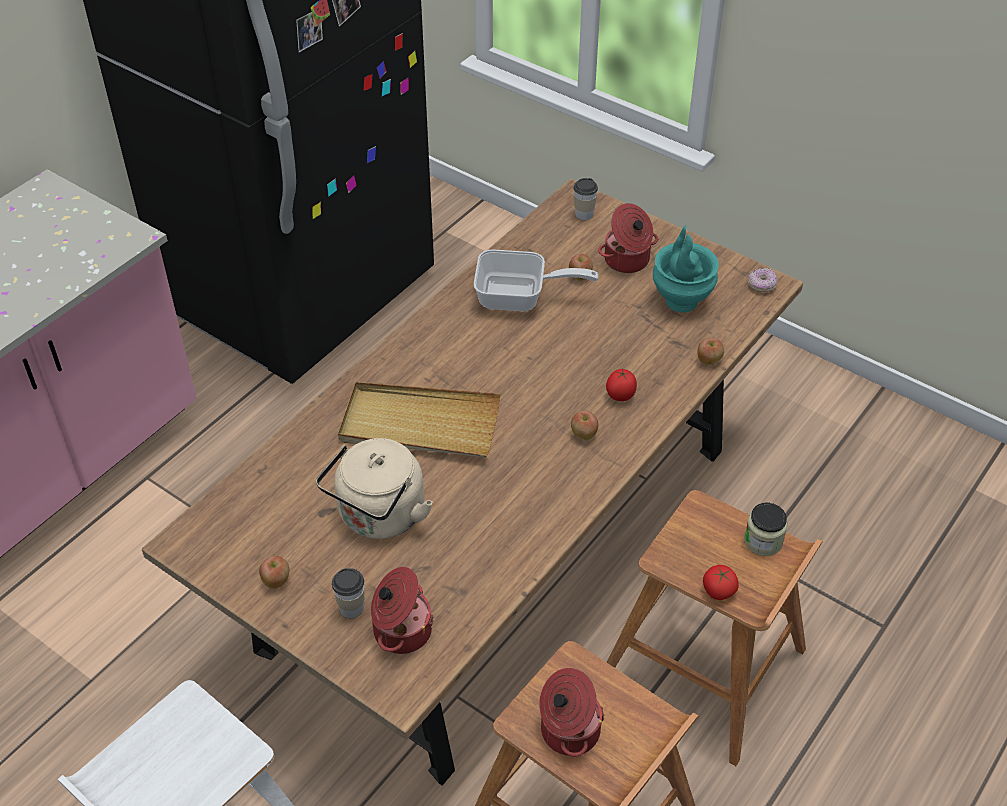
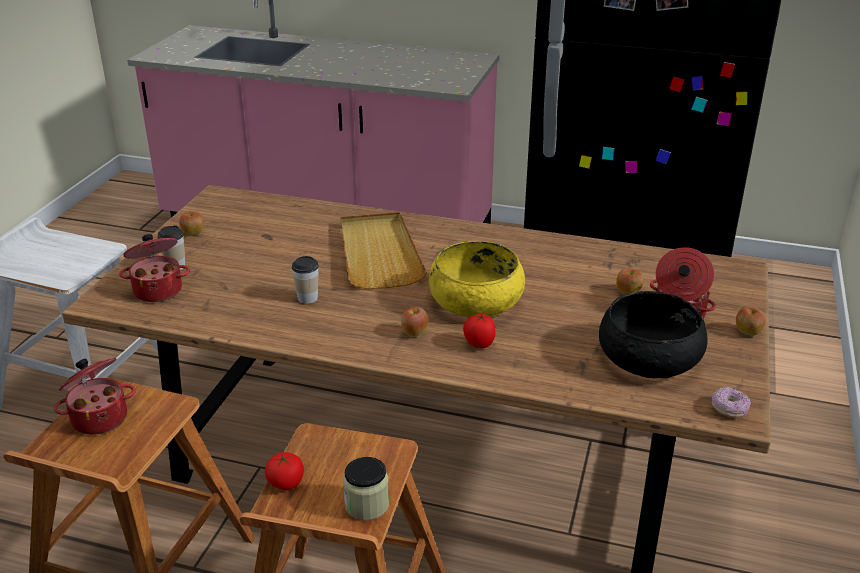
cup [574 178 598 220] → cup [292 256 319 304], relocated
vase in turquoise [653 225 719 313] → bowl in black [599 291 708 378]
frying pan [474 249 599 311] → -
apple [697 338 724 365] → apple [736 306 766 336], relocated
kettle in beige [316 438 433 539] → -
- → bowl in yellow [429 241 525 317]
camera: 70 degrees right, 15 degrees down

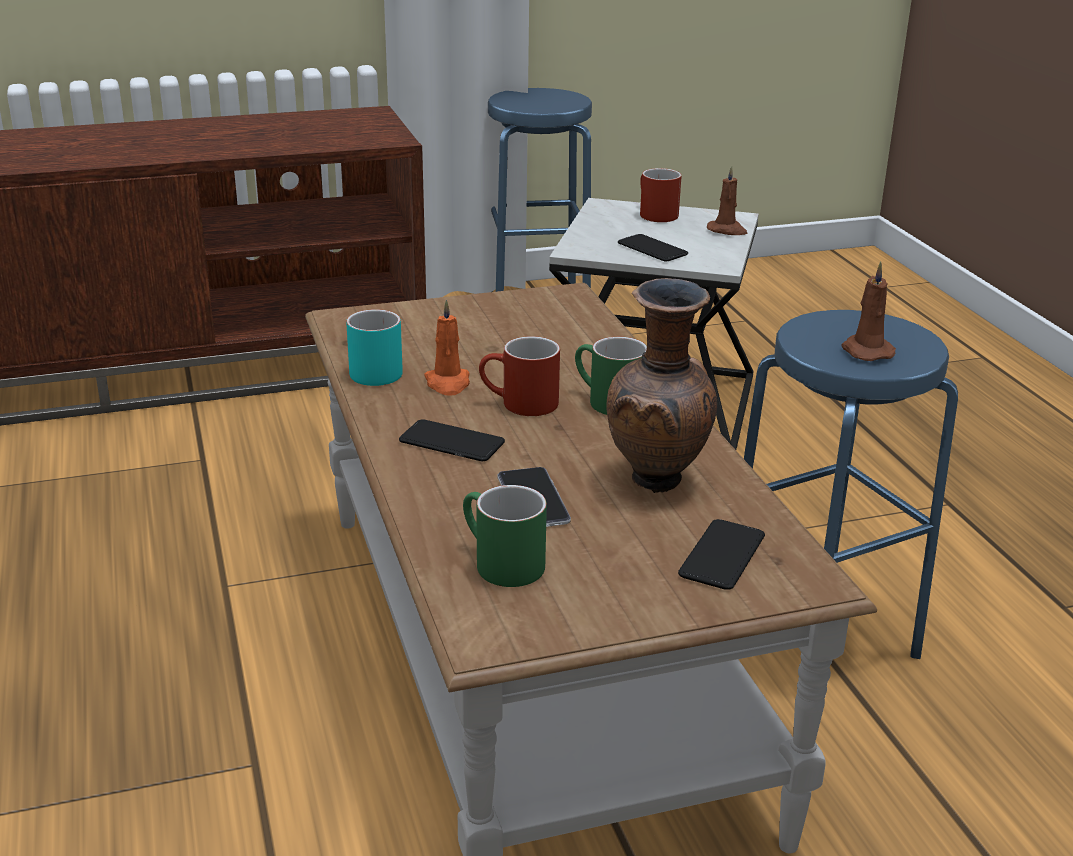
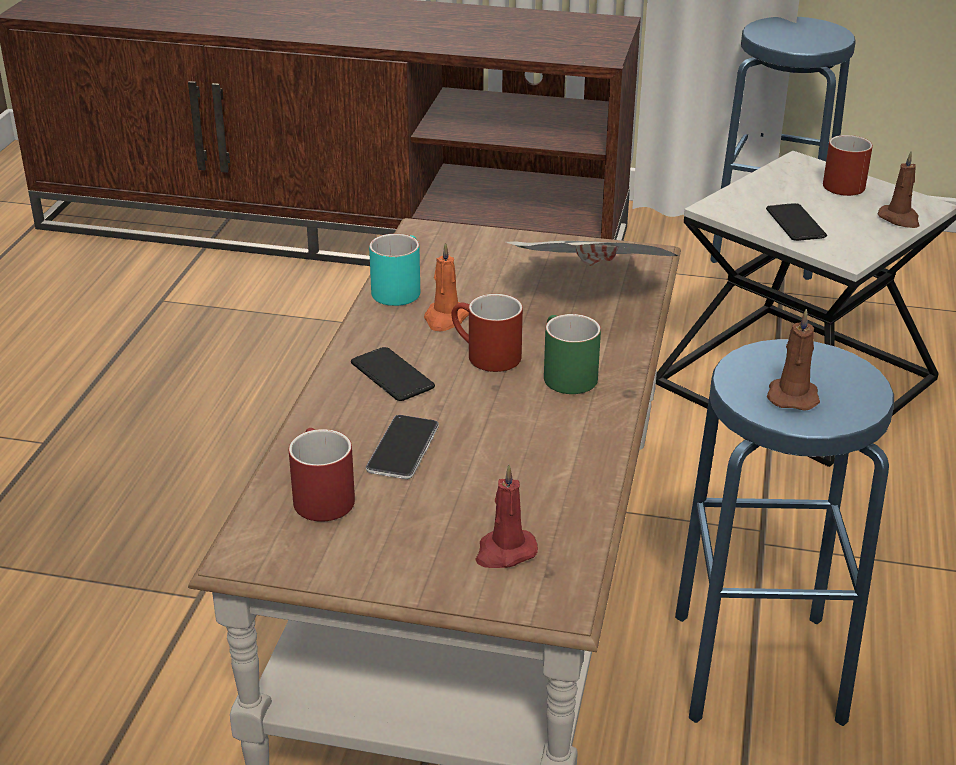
vase in brown [606 278 717 493] → -
mug in green [463 485 547 587] → mug in red [289 428 355 522]
phone [678 519 765 590] → candle in red [475 465 538 568]
- → newspaper [506 241 679 266]
camera: 30 degrees right, 5 degrees up

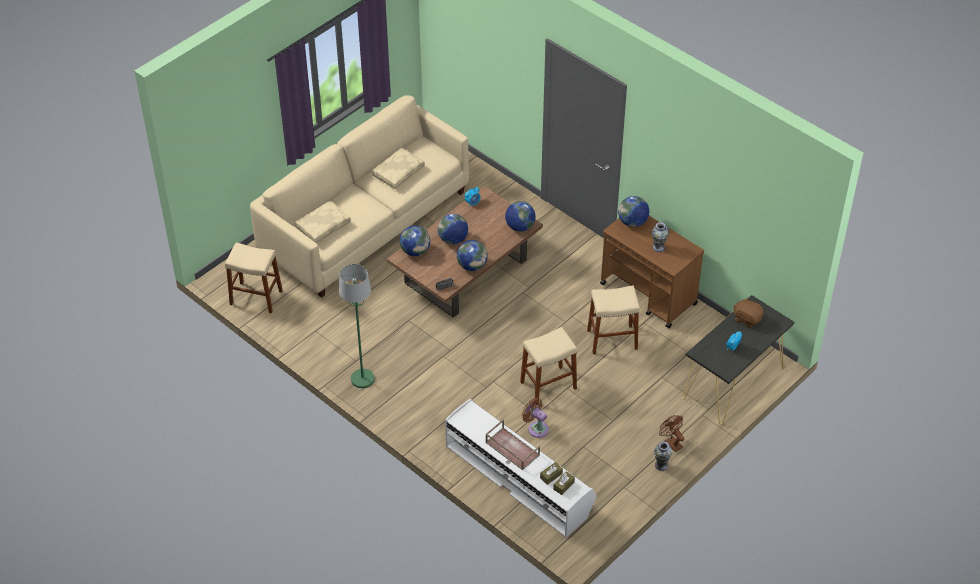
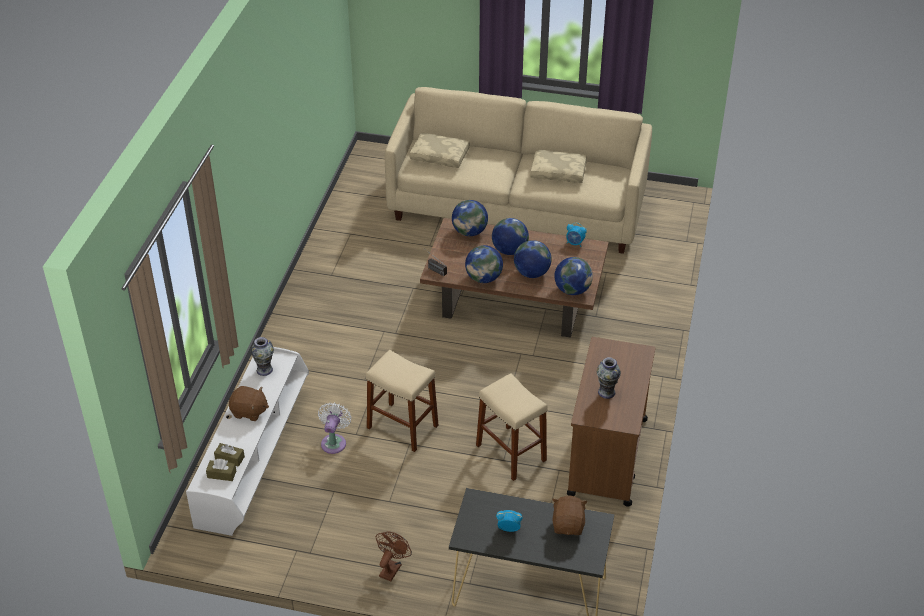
globe [618 196 649 227] → globe [514 240 552 278], relocated
stool in beige [225 242 283 314] → -
floor lamp in green [339 264 374 388] → -
fan in brown [522 398 549 438] → fan in white [318 402 351 454]
tray in brown [485 420 540 470] → plush toy in brown [229 386 269 421]
vase [654 441 672 471] → vase [251 337 274 376], relocated
camera: 60 degrees right, 5 degrees down

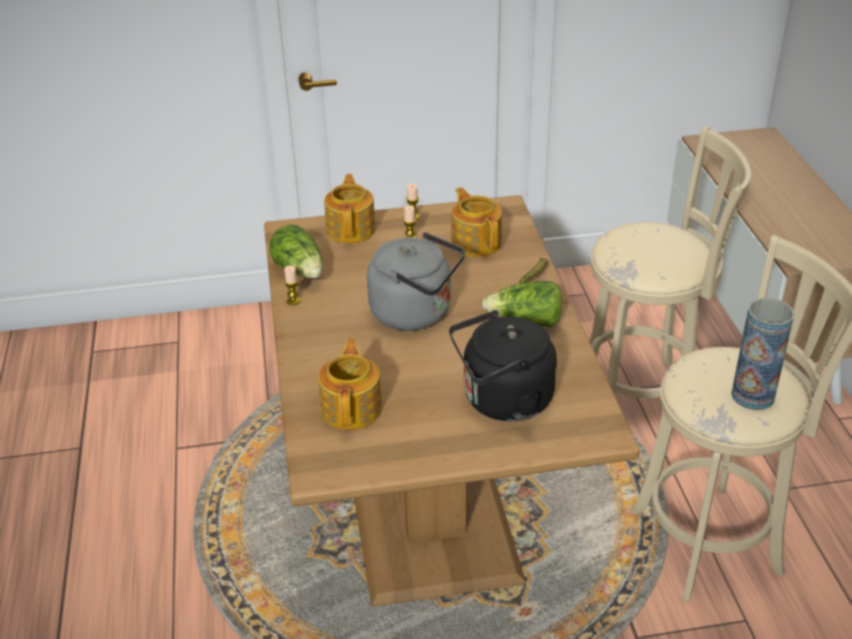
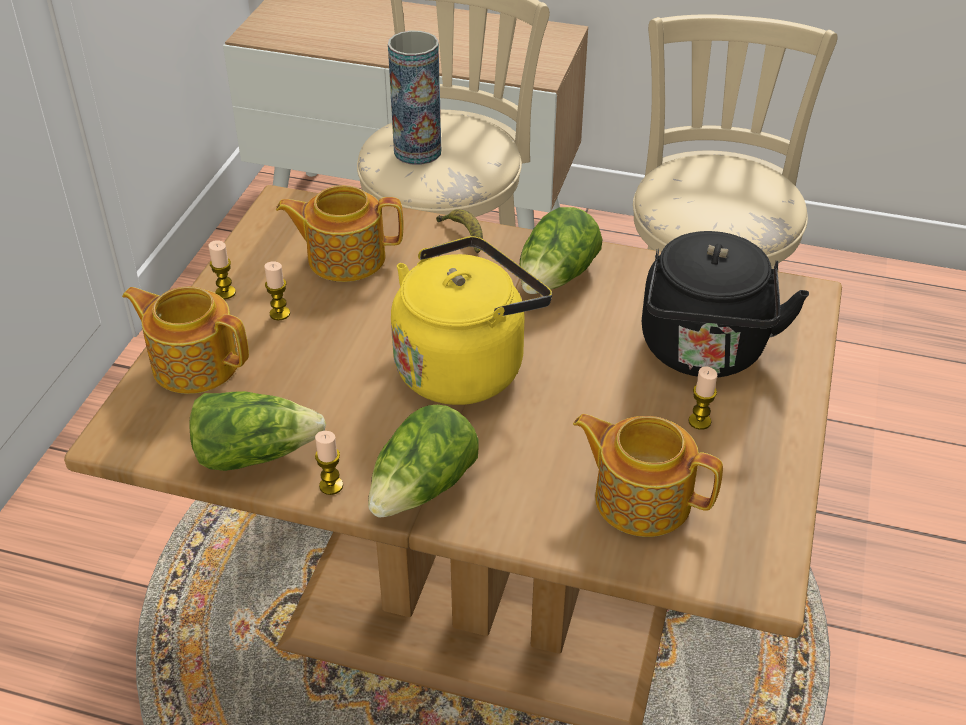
kettle in grey [367 232 465 331] → kettle in yellow [391 236 552 405]
vase [731 298 795 410] → vase [388 31 441 165], relocated
- → candle [688 366 717 430]
- → lettuce [368 405 478 517]
camera: 65 degrees left, 5 degrees up

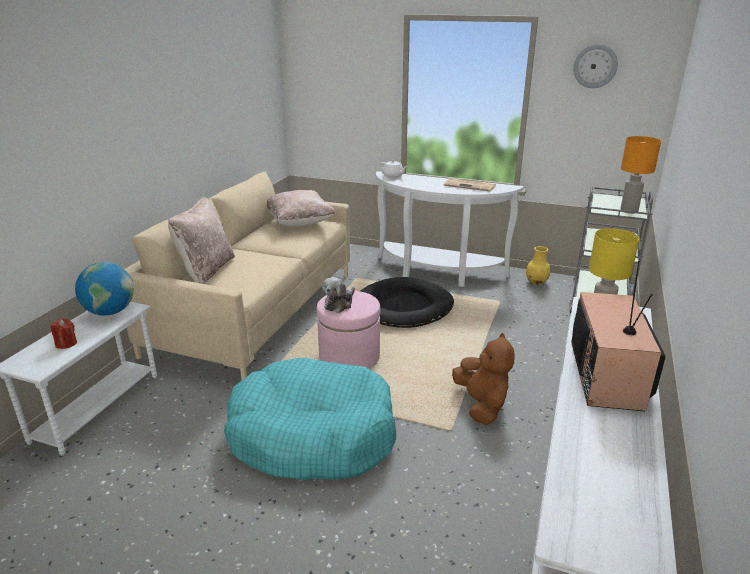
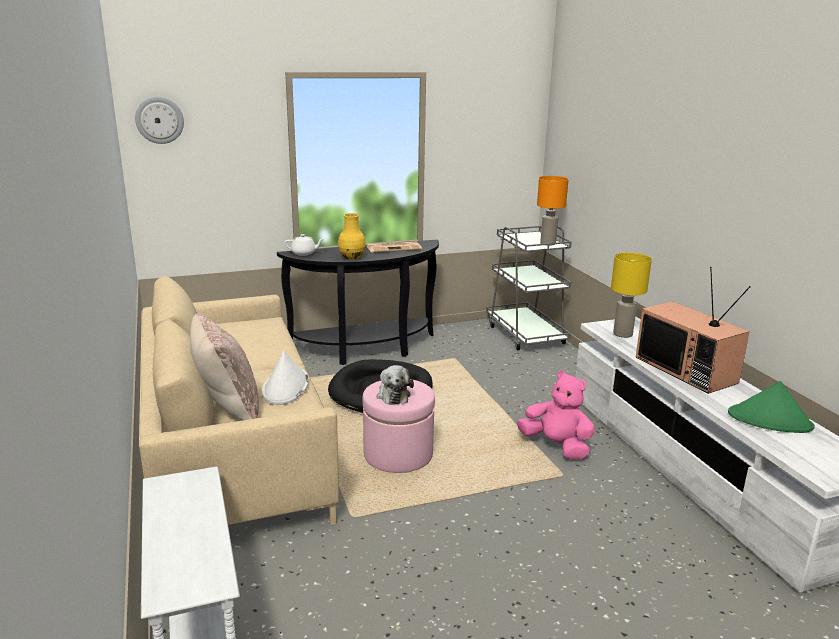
wall clock [573 44 618 88] → wall clock [135 97 184 144], relocated
console table in white [376 171 524 287] → console table in black [277 240 439 365]
pillow in beige [267 190 336 227] → -
vase in yellow [526 246 550 285] → vase in yellow [338 213 366 259], relocated
globe [75 262 134 316] → -
candle in red [51 318 77 349] → -
plush toy in brown [452 333 515 425] → plush toy in pink [517 370 595 460]
dog bed in turquoise [224 358 396 480] → -
- → hat in white [262 350 308 405]
- → hat in green [728 381 815 433]
camera: 40 degrees left, 5 degrees down

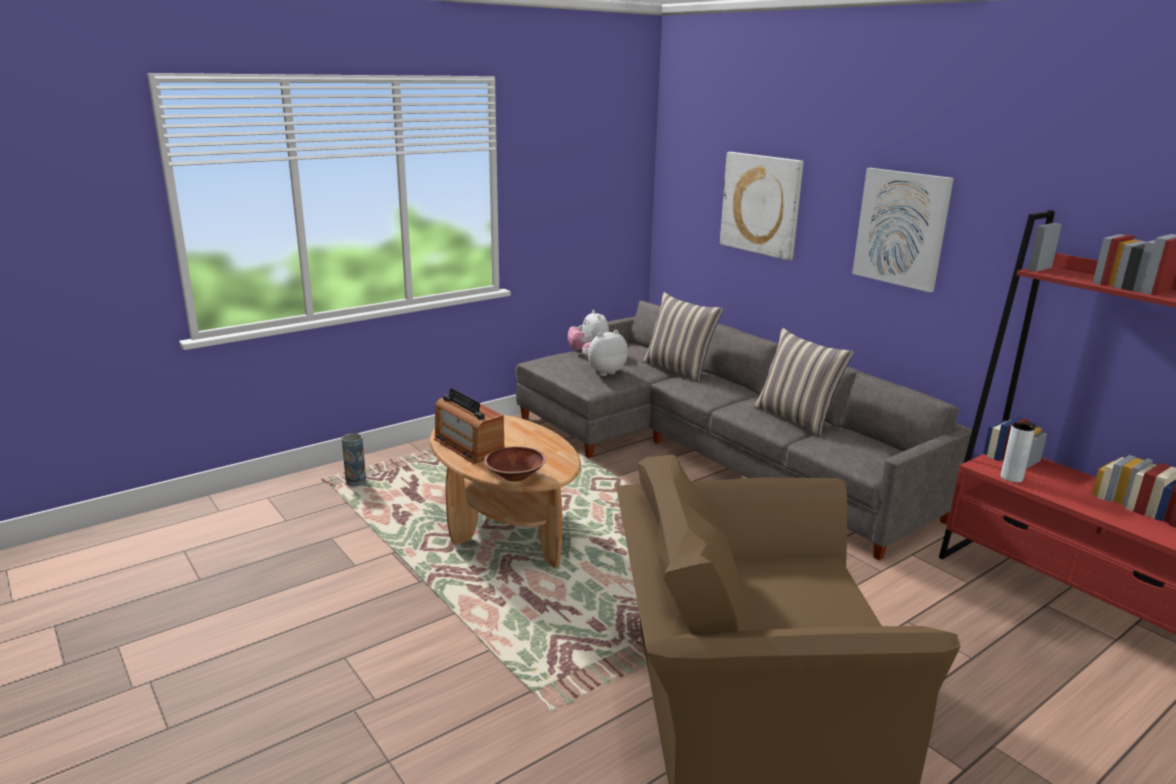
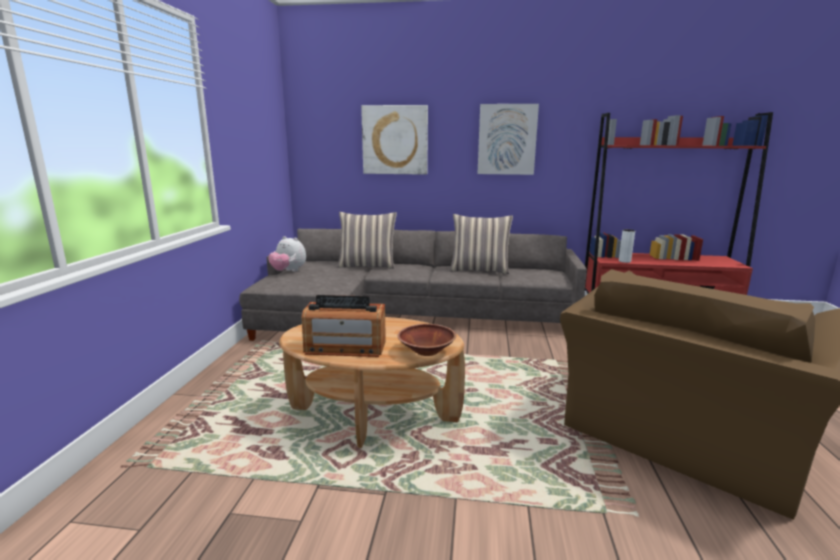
plush toy [582 330 628 376] → -
vase [342 433 366 486] → -
camera: 45 degrees left, 5 degrees down

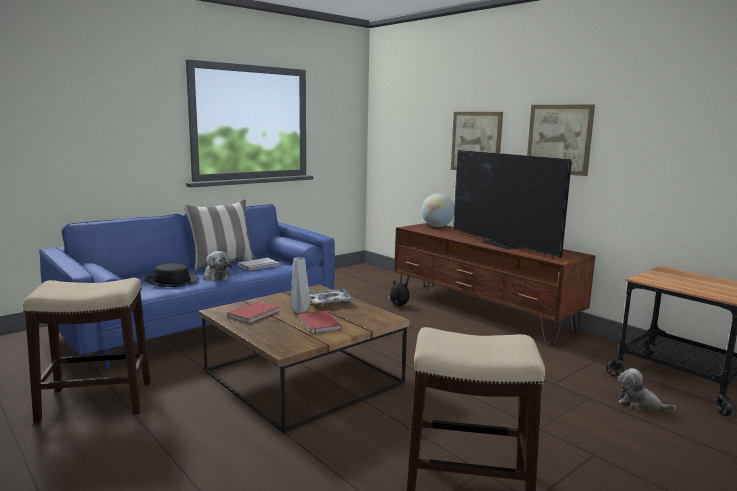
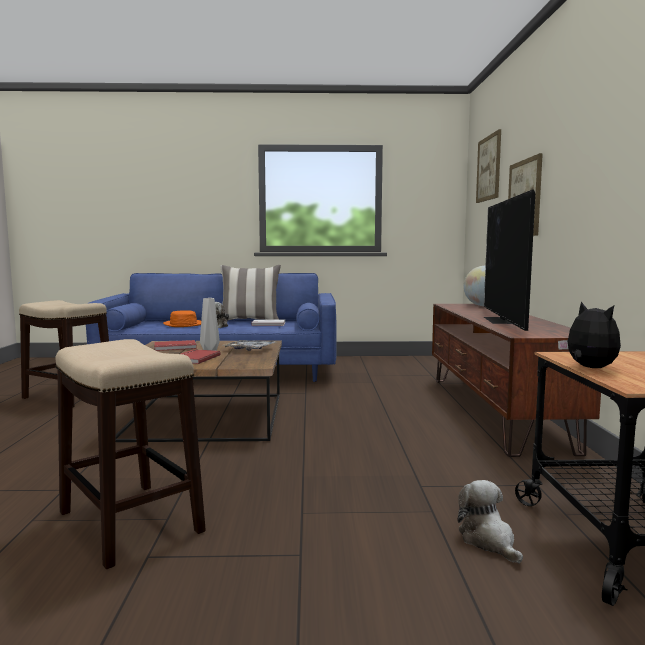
picture [527 104 595 176] → picture [476 129 501 203], relocated
hat in black [145 263 199 287] → hat in orange [163 310 201 327]
plush toy [386 281 410 306] → plush toy [558 301 621 368], relocated
camera: 40 degrees right, 5 degrees down

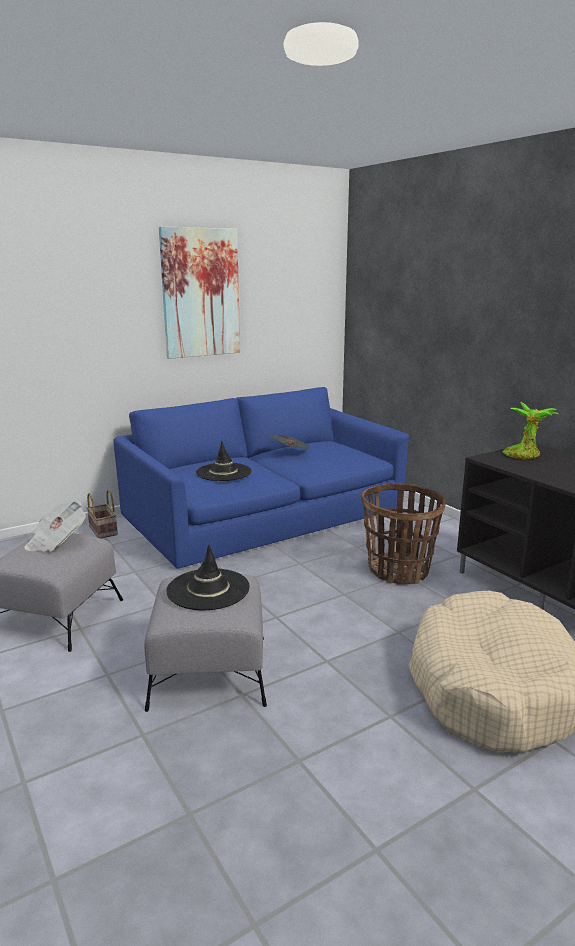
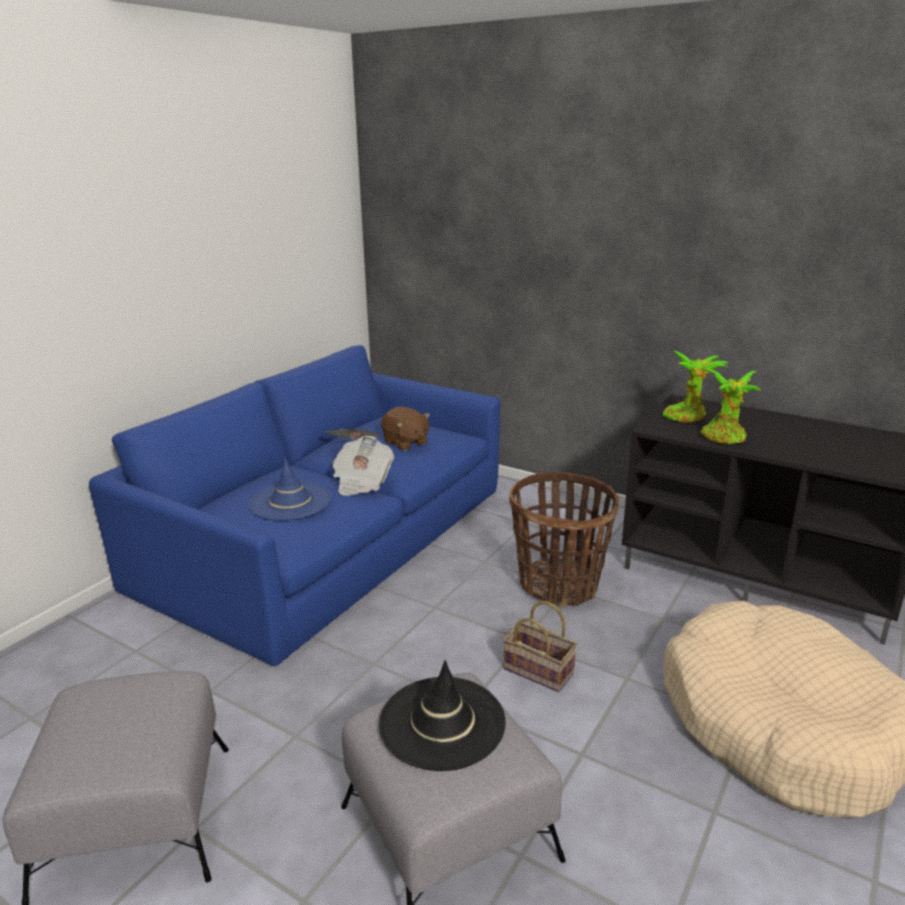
picture [159 227 240 359] → -
hat in black [196 441 251 481] → hat in blue [249 458 332 521]
basket [87 490 118 539] → basket [503 601 577 692], relocated
newspaper [24 501 86 552] → newspaper [332 436 394 496], relocated
- → potted plant [701 369 761 444]
- → plush toy in brown [381 406 430 451]
camera: 25 degrees left, 5 degrees up

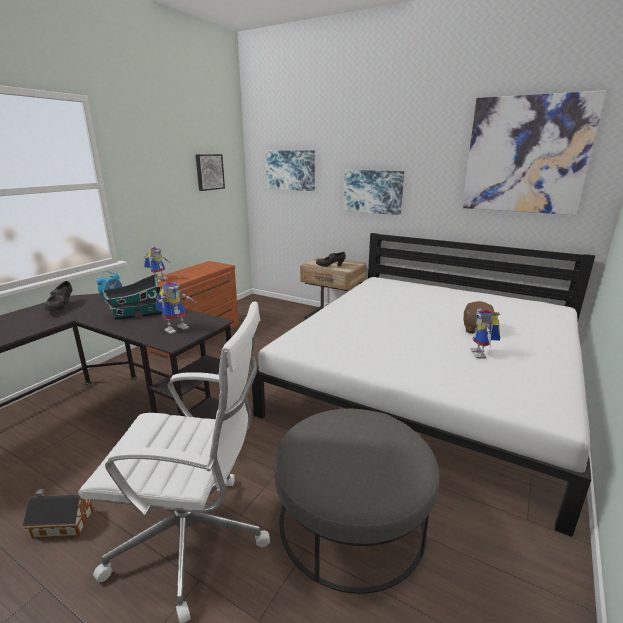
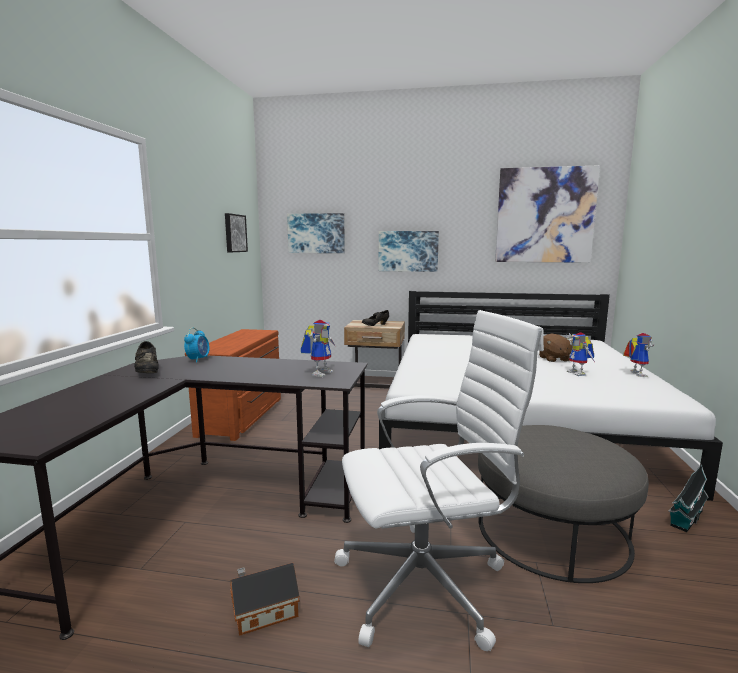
toy robot [144 247 169 282] → toy robot [623 333 654 377], relocated
toy house [102 274 162 320] → toy house [668 464 709 532], relocated
camera: 20 degrees left, 10 degrees down

